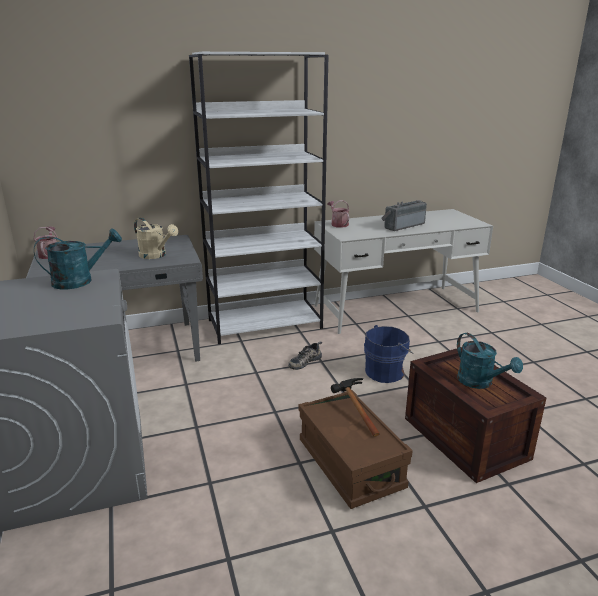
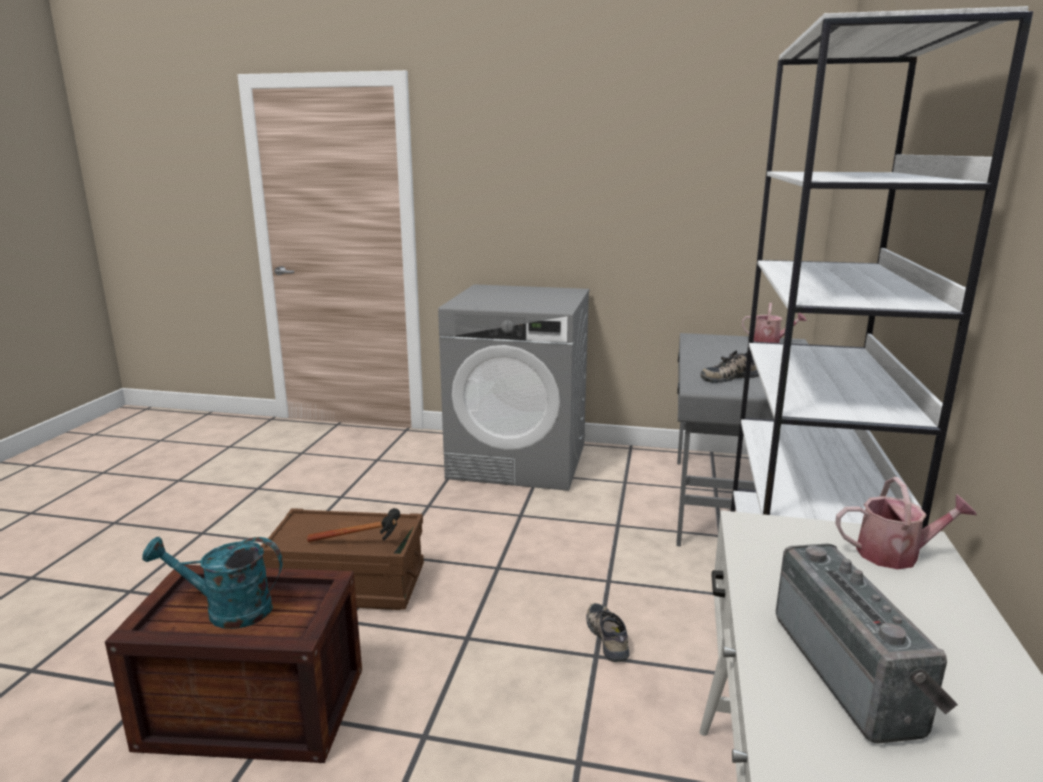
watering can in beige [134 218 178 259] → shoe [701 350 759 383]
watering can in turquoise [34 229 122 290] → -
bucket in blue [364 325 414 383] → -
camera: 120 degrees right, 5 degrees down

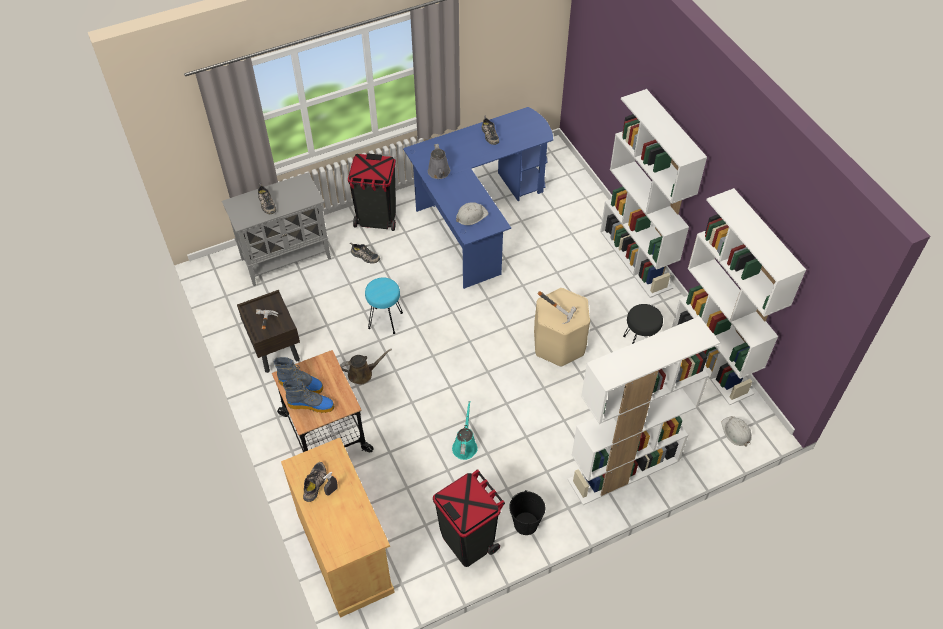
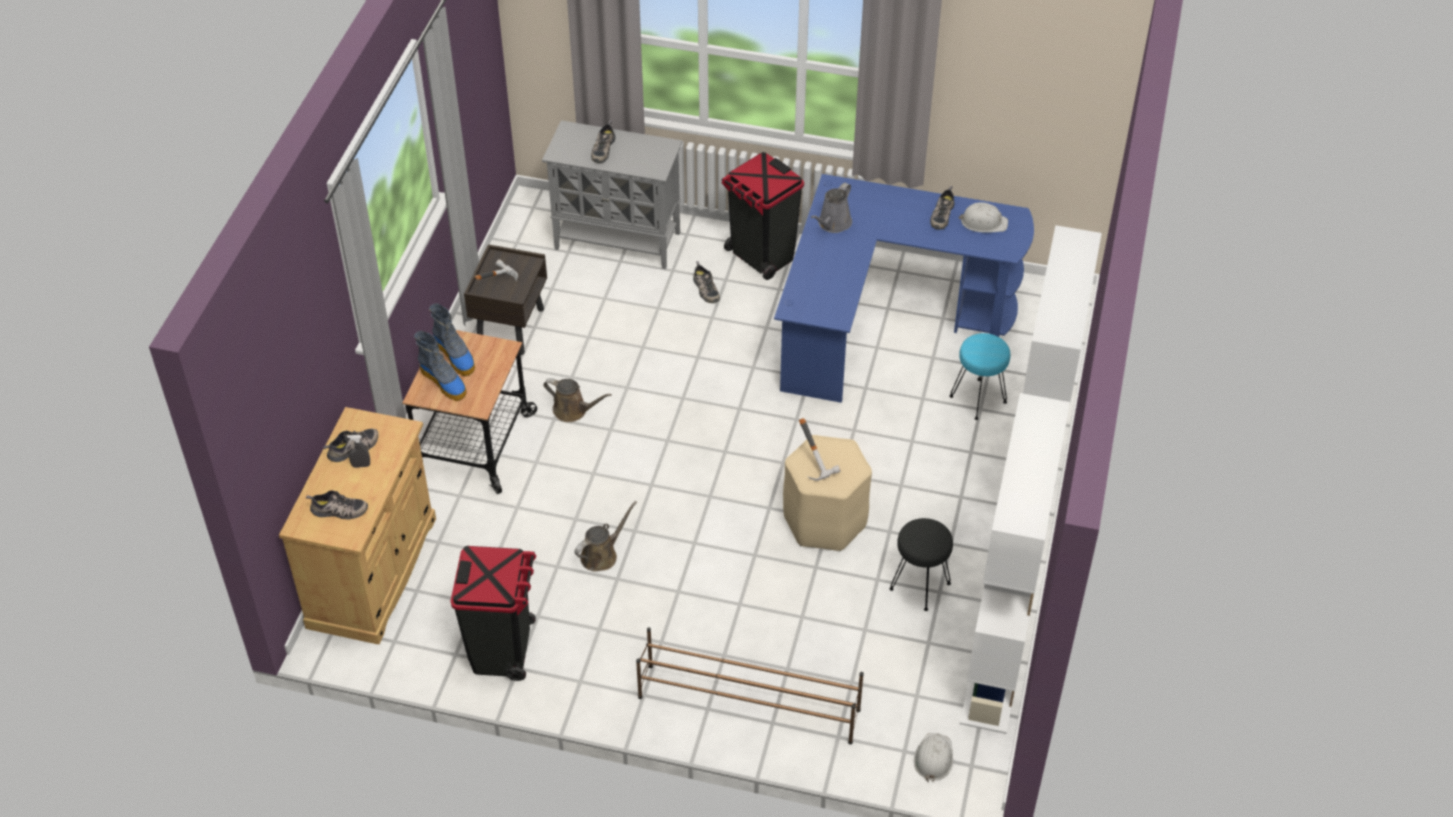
hard hat in white [456 202 488 225] → hard hat in white [958 202 1008 232], relocated
stool in turquoise [365 277 403 334] → stool in turquoise [949 333 1010 420], relocated
bookcase in white [568 316 720 505] → shoe rack in brown [636 627 864 744]
watering can in turquoise [452 401 478 460] → watering can in brown [575 501 637 571]
bucket in black [509 490 545 535] → -
- → shoe [306 490 368 520]
camera: 40 degrees right, 5 degrees down

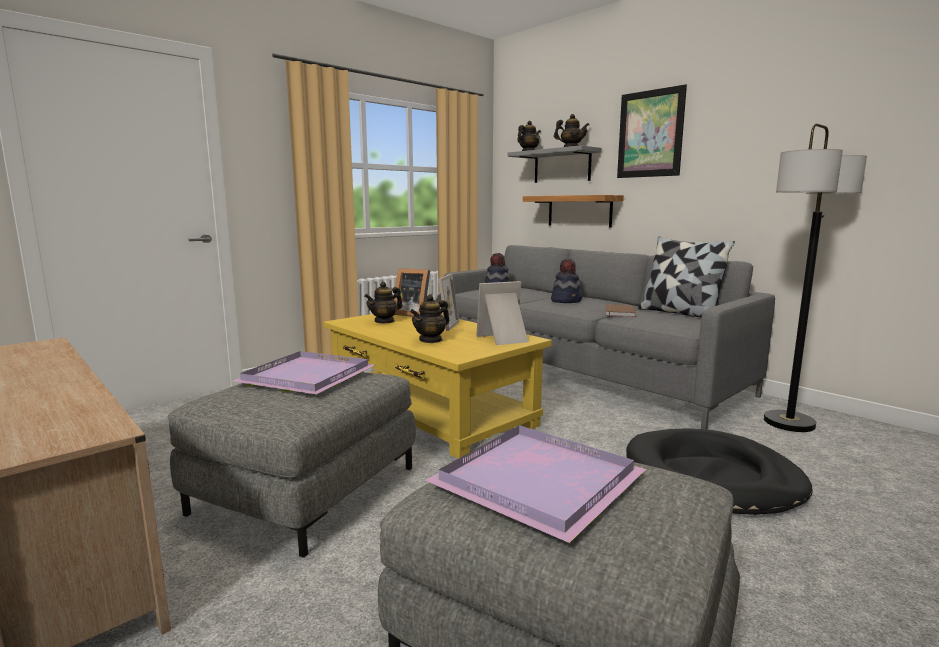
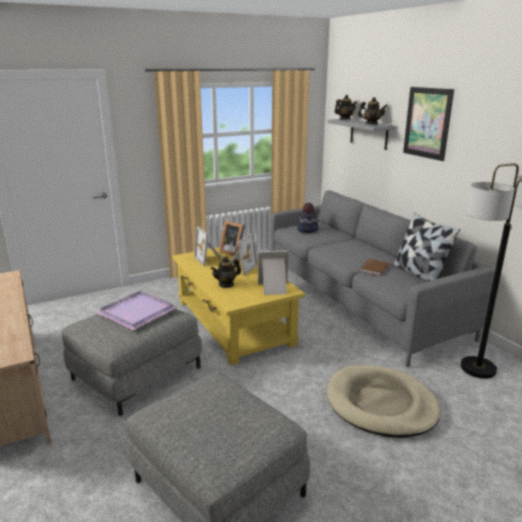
shelf [523 195 624 228] → -
hat [551 259 582 303] → -
teapot [364 282 403 324] → picture frame [194 226 223 266]
tray in purple [425 426 646 543] → -
dog bed in black [626 429 813 515] → dog bed in beige [327 365 440 438]
camera: 15 degrees right, 10 degrees up

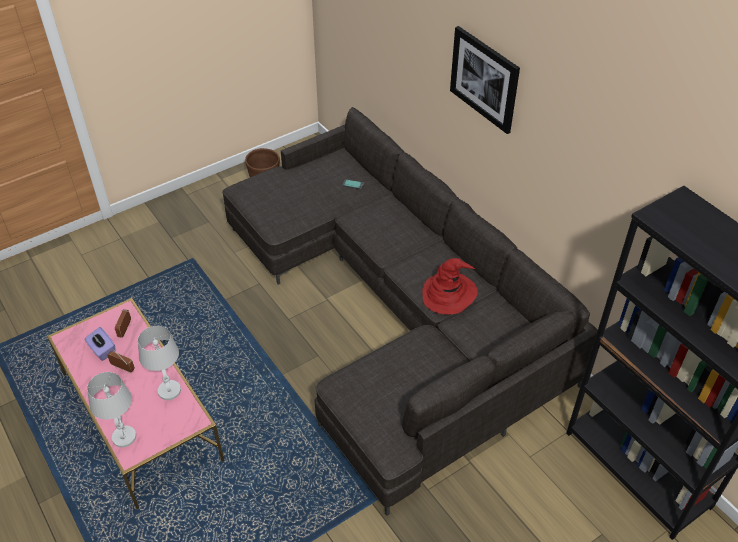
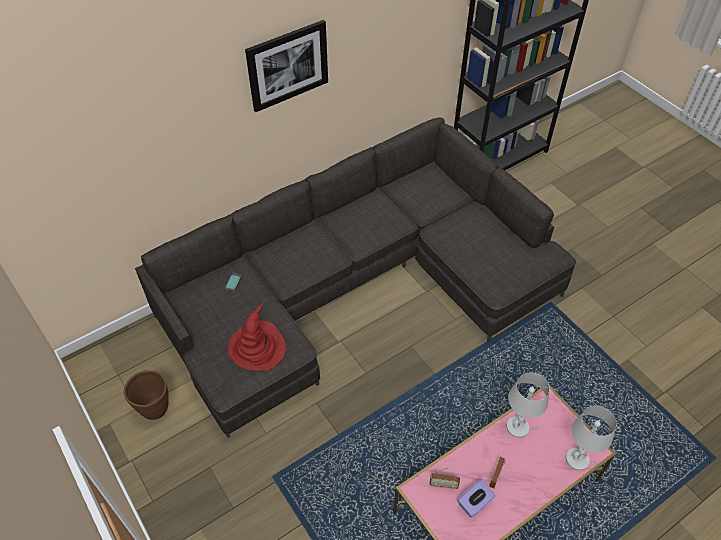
hat in red [422 258 478 314] → hat in red [228 303 286 371], relocated
camera: 90 degrees left, 5 degrees up

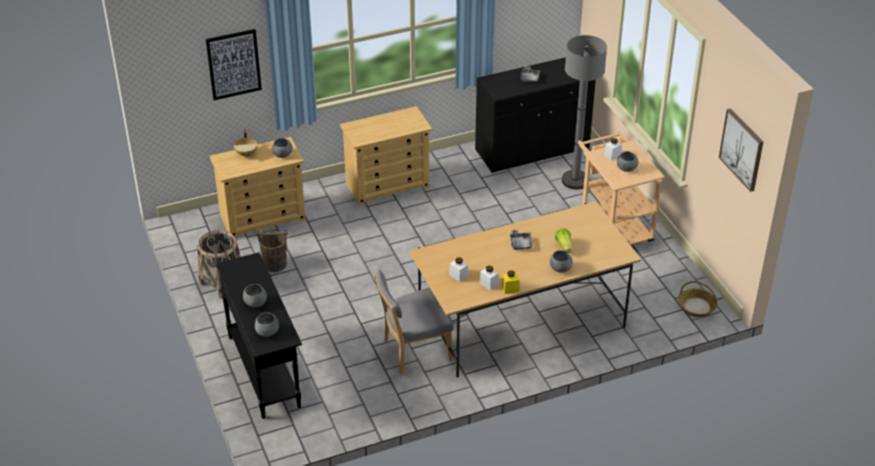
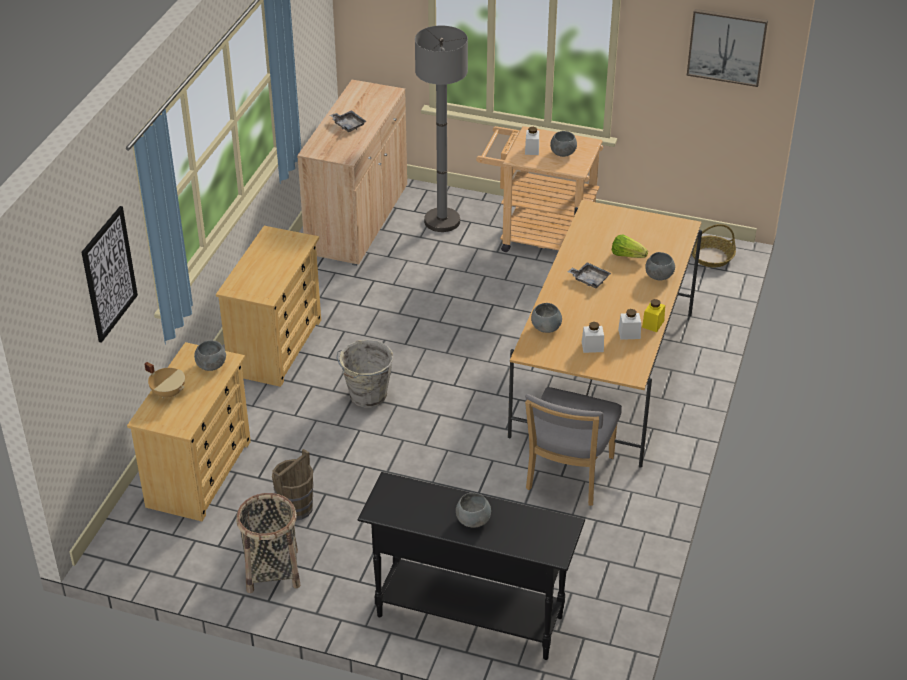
cabinet in black [475 57 596 173] → cabinet in beige [297 80 407 266]
bowl in grey [255 312 279 337] → bowl in grey [531 303 562 333], relocated
- → bucket in grey [337 339 394 408]
camera: 50 degrees left, 0 degrees up

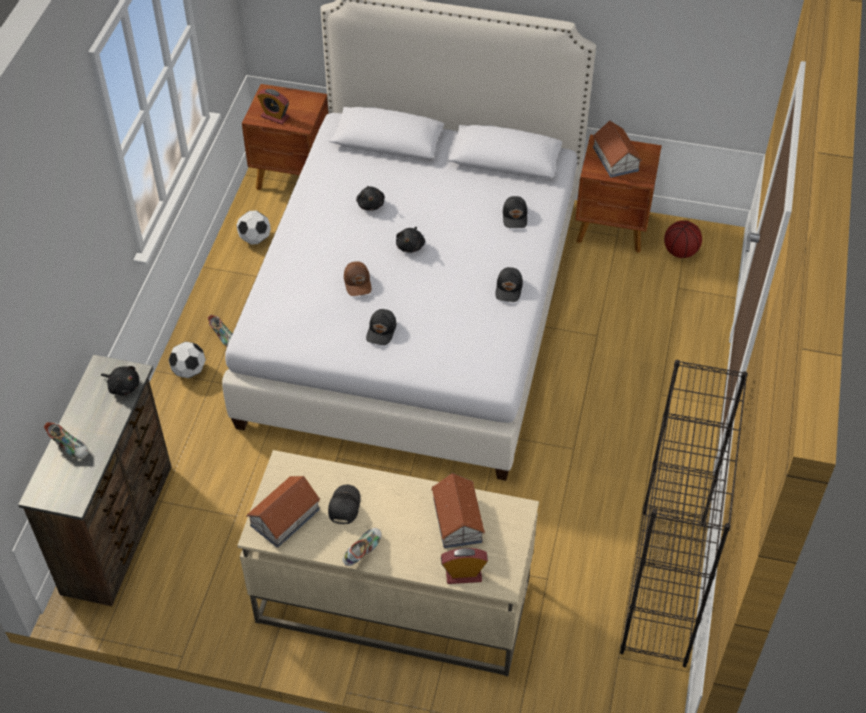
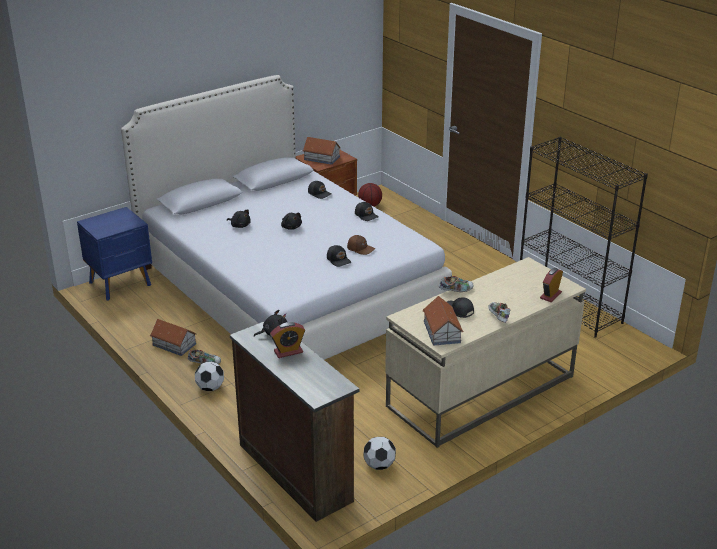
nightstand in brown [242 84 329 190] → nightstand in blue [77 207 152 300]
alarm clock [257 89 289 125] → alarm clock [270 322 305 358], relocated
football [236 211 271 244] → football [364 437 396 470], relocated
cap in brown [344 261 371 296] → cap in brown [347 235 375 255], relocated
shoe [44 422 89 459] → shoe [439 276 474 292], relocated
toy house [431 473 485 549] → toy house [150 319 197 356], relocated
camera: 50 degrees left, 20 degrees down

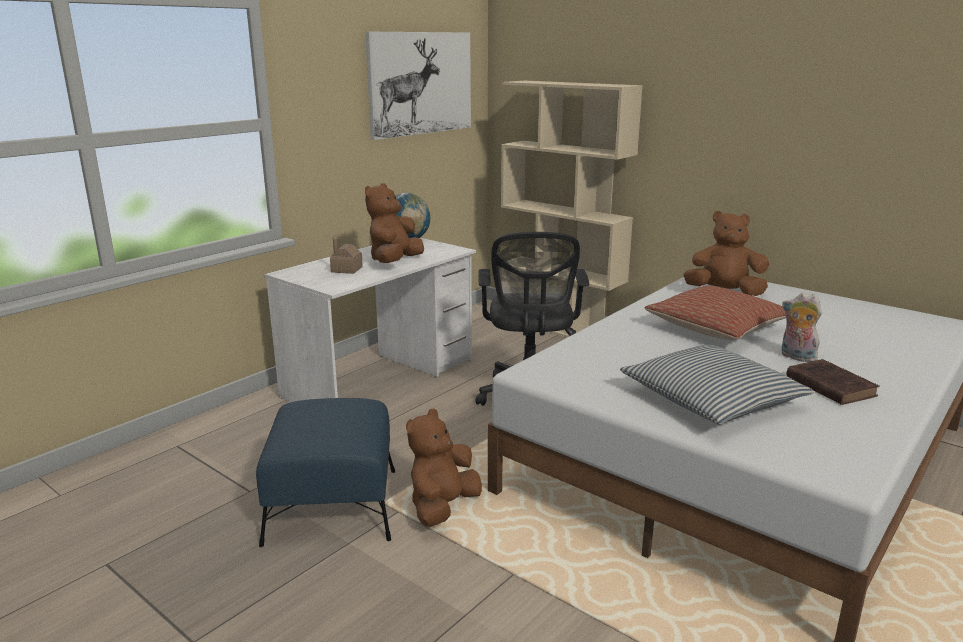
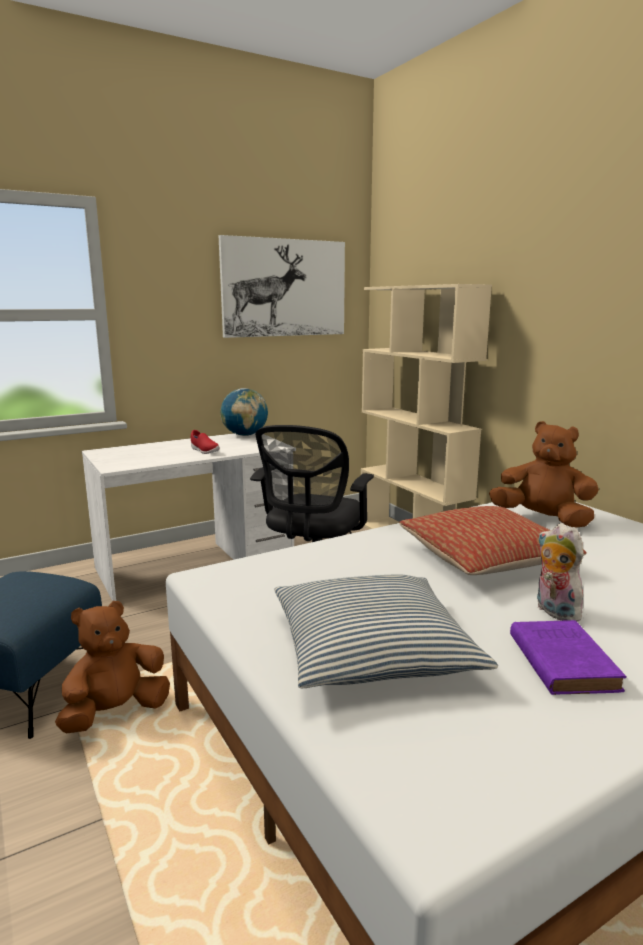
plush toy in brown [365 183 424 263] → shoe in red [191 430 220 454]
toy house [330 234 363 274] → -
book in brown [786 359 880 405] → book in purple [510 620 627 695]
camera: 20 degrees right, 5 degrees down

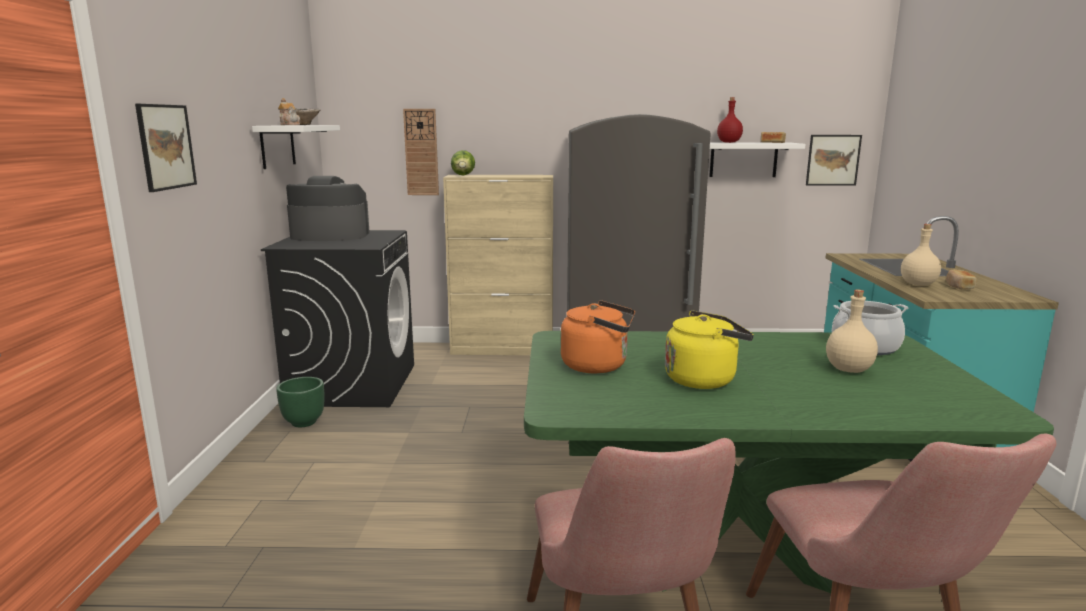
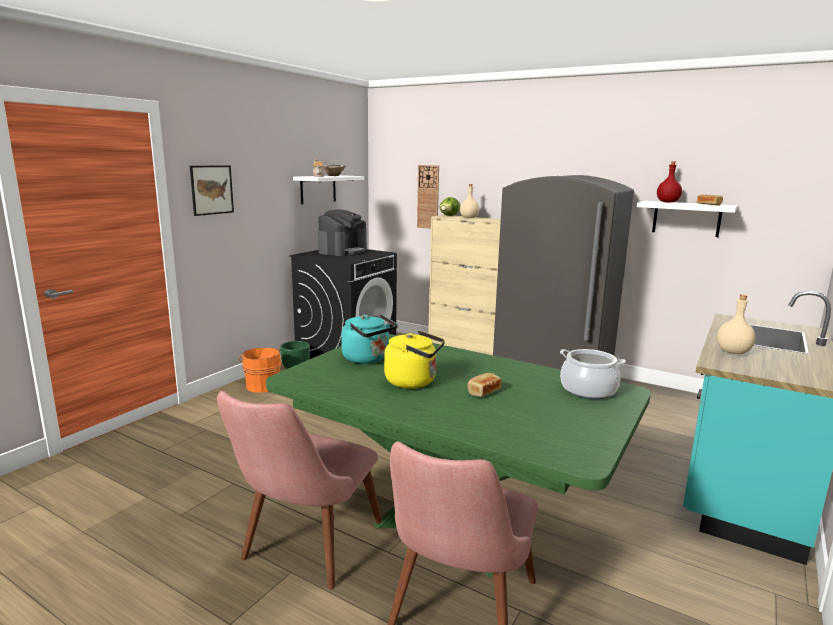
picture [806 135 862 185] → -
coffee machine [286 176 370 241] → coffee machine [318 209 367 256], 90 degrees clockwise
bread [946 269 977 289] → bread [467 373 501 397], relocated
bottle in beige [826 289 878 373] → bottle in beige [460 184 479 218], relocated
kettle in orange [561 300 635 374] → kettle in turquoise [341 314 398 364]
- → bucket in orange [239 348 281 393]
camera: 30 degrees right, 0 degrees up

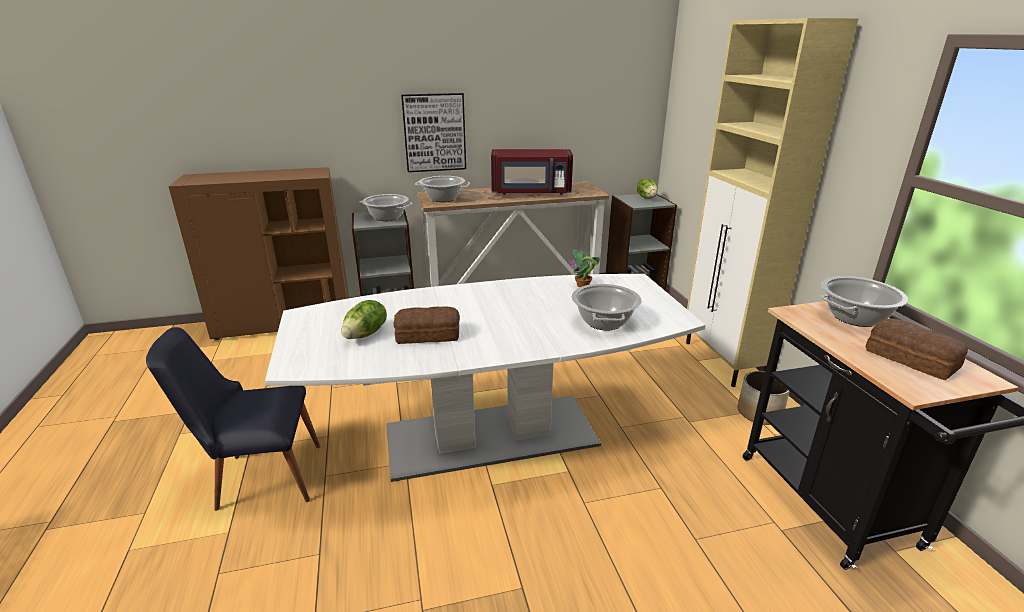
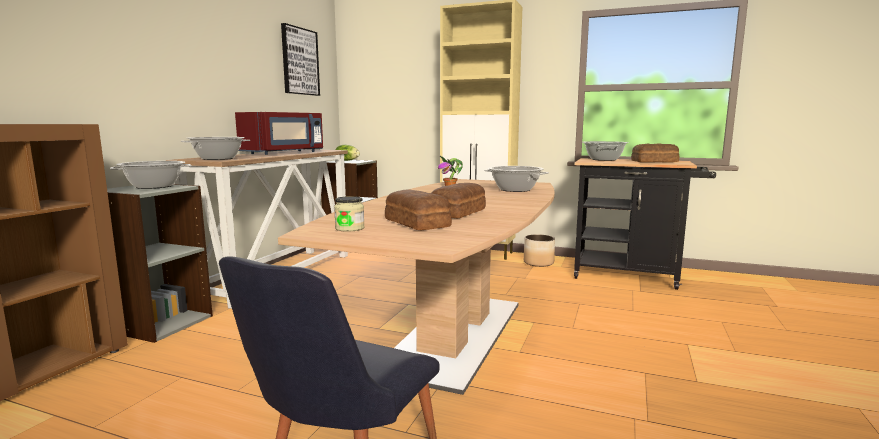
picture [401 93 466 172] → picture [281 23 320 96], relocated
dining table in white [265 274 705 482] → dining table in brown [278 179 555 395]
lettuce [341 300 387 339] → bread [385 189 452 230]
- → jar [334 196 365 232]
camera: 55 degrees left, 15 degrees down

